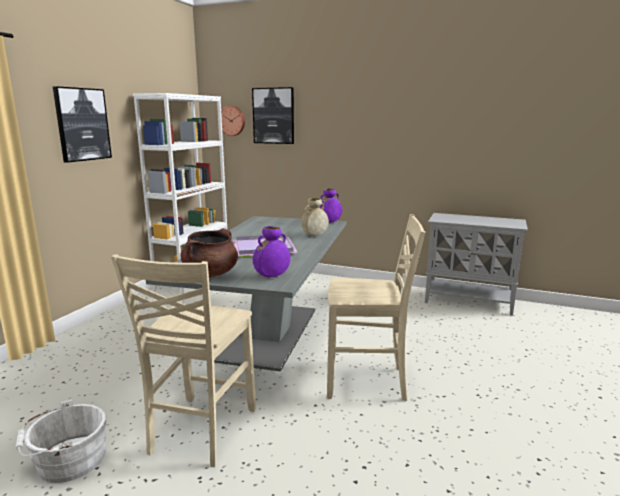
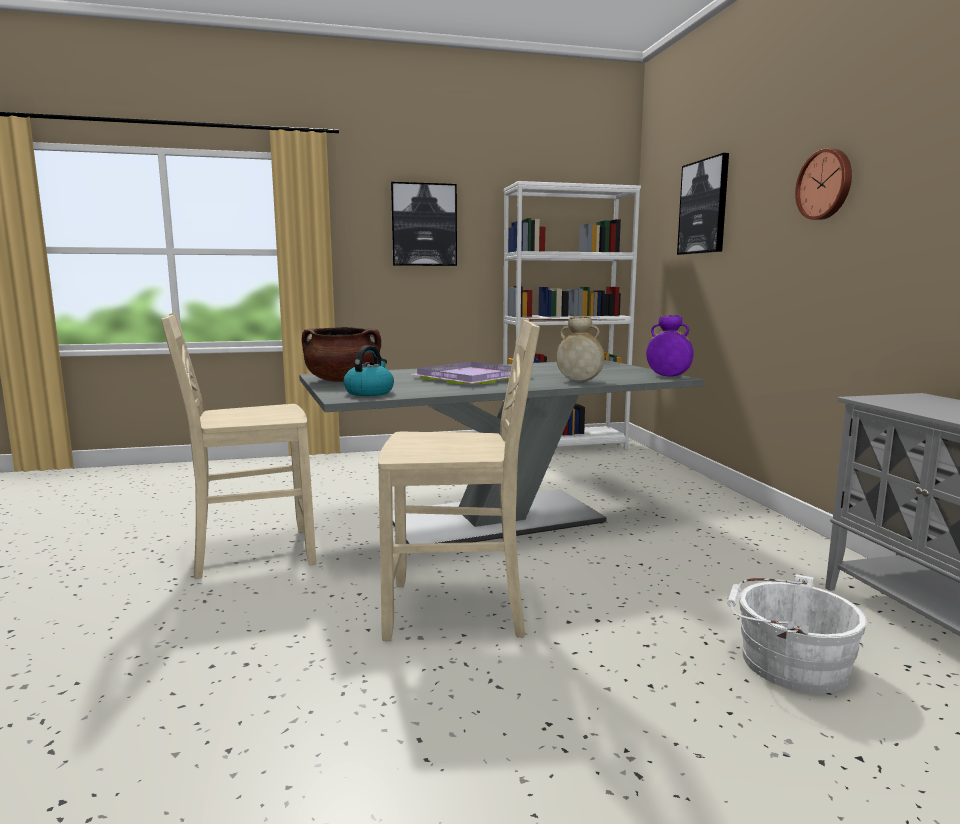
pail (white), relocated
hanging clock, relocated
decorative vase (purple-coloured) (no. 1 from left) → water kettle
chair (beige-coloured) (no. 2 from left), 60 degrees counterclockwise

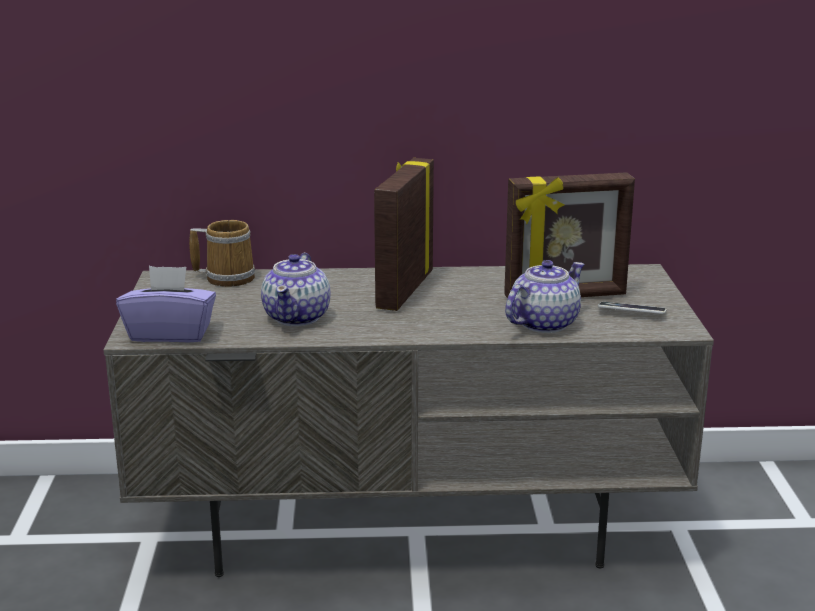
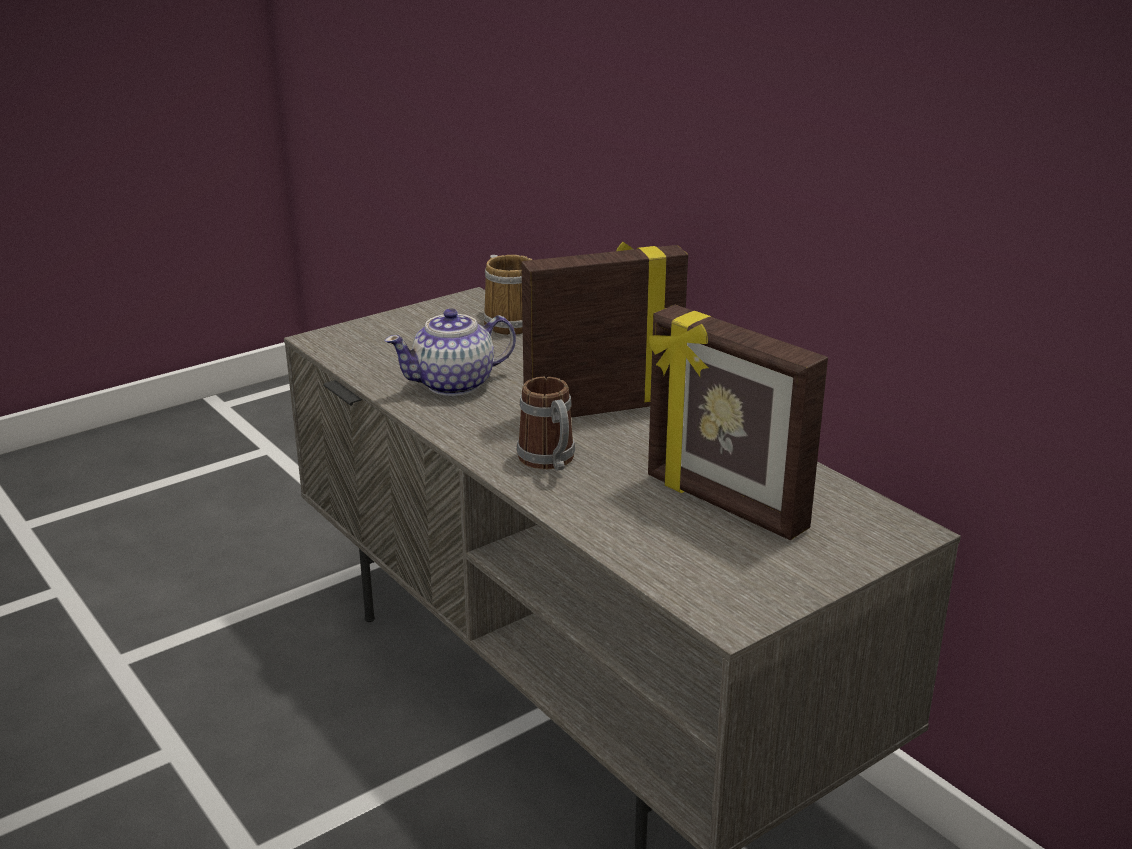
tissue box (purple-coloured) → -
pot for tea (no. 2 from left) → -
phone → -
- → tea mug (no. 2 from left)

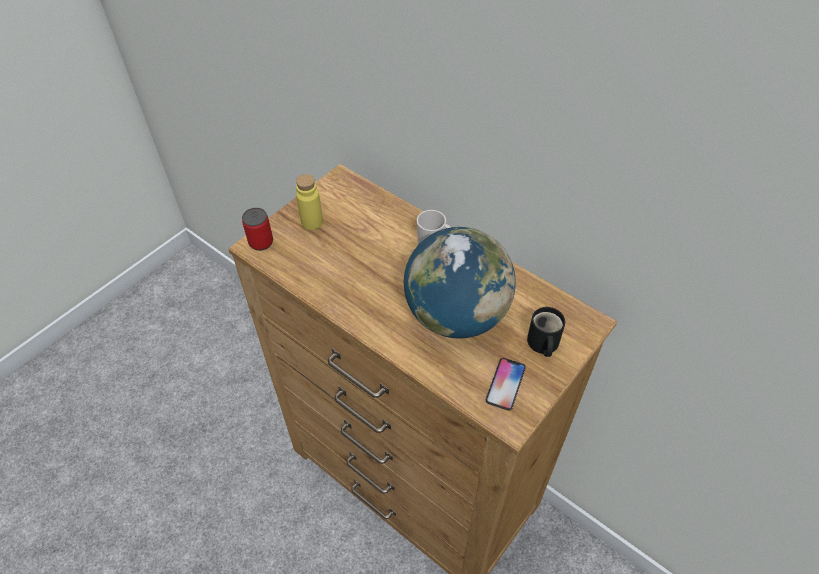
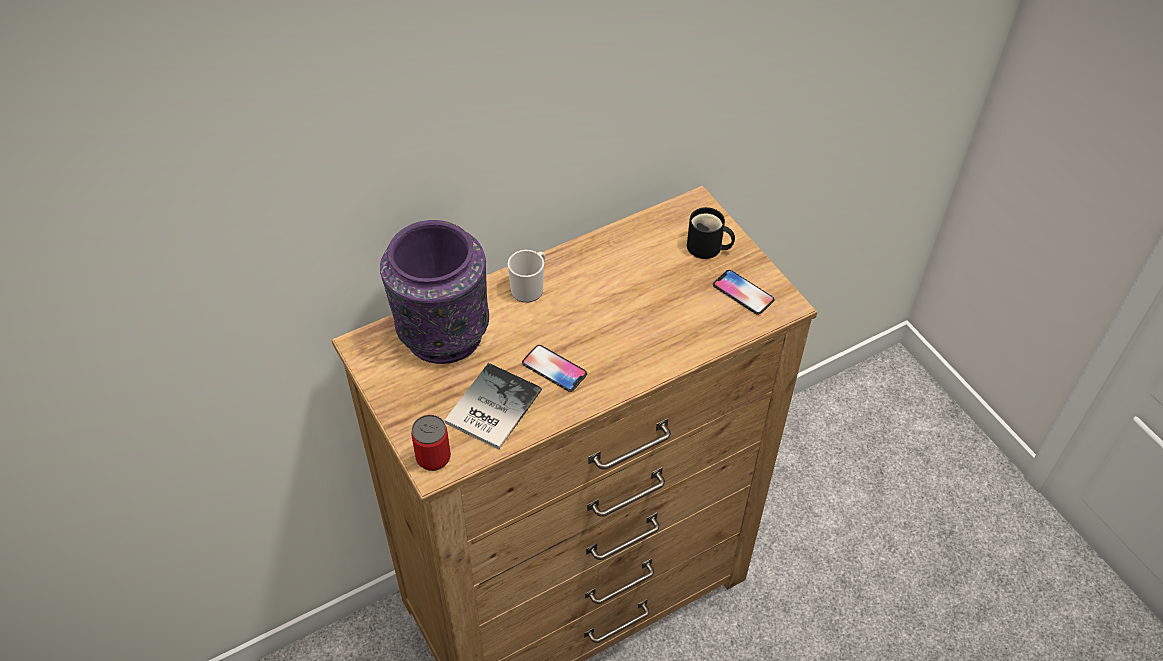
bottle (yellowish) → -
globe → -
- → decorative vase (purple-coloured)
- → bound book
- → phone (no. 1 from left)

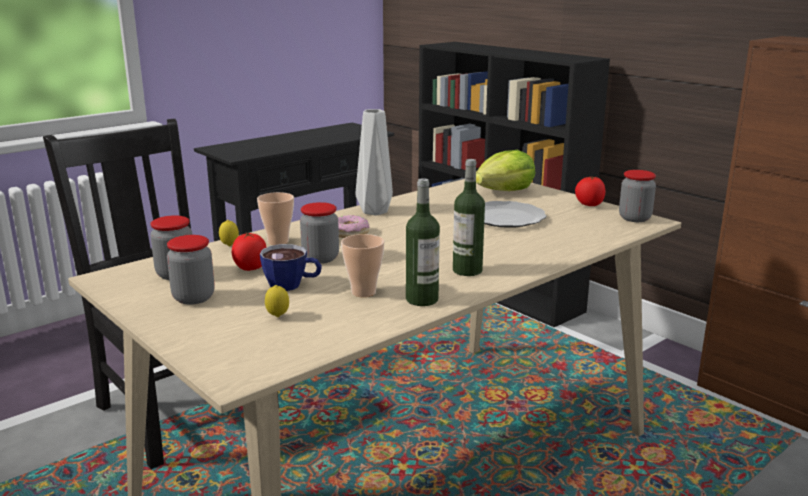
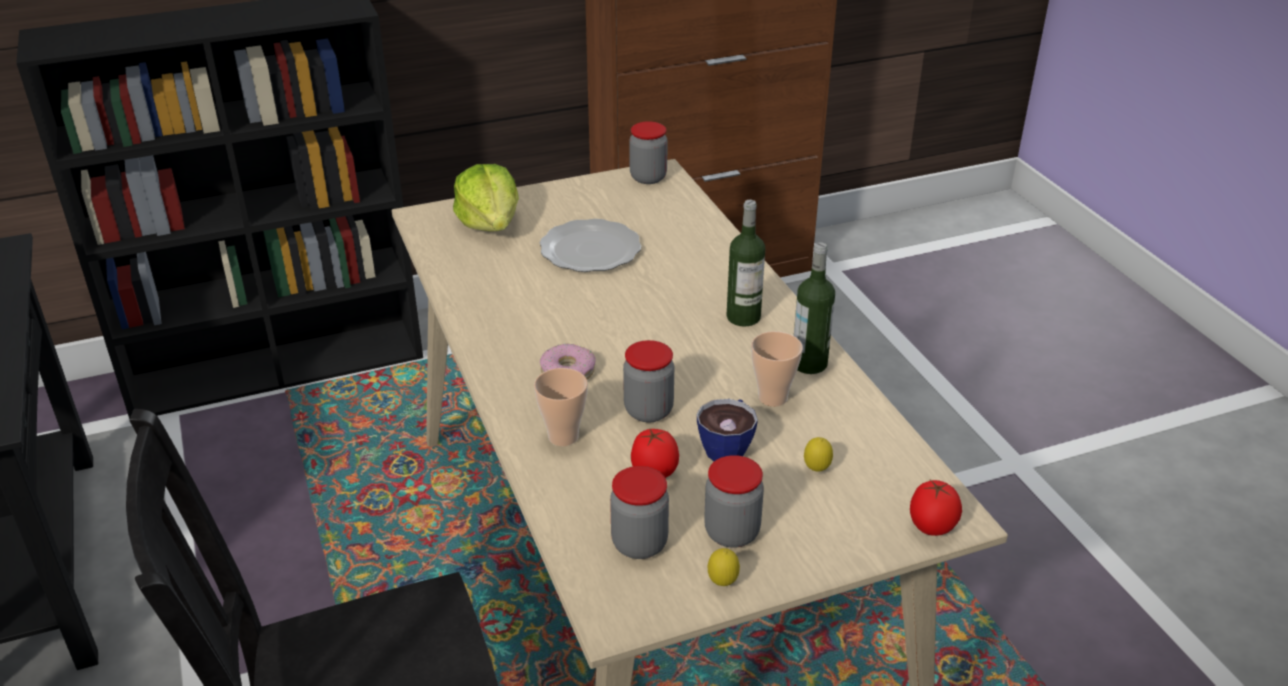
decorative vase (greyish) → -
citrus fruit (no. 1 from left), relocated
whole tomato (no. 2 from left), relocated

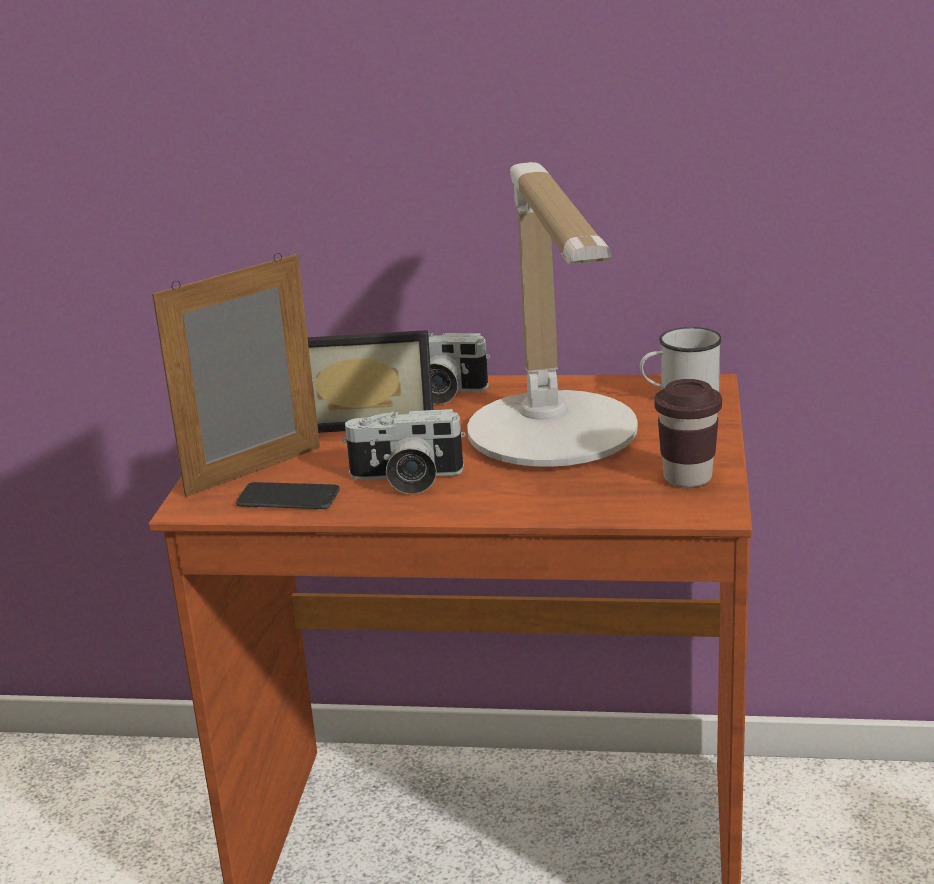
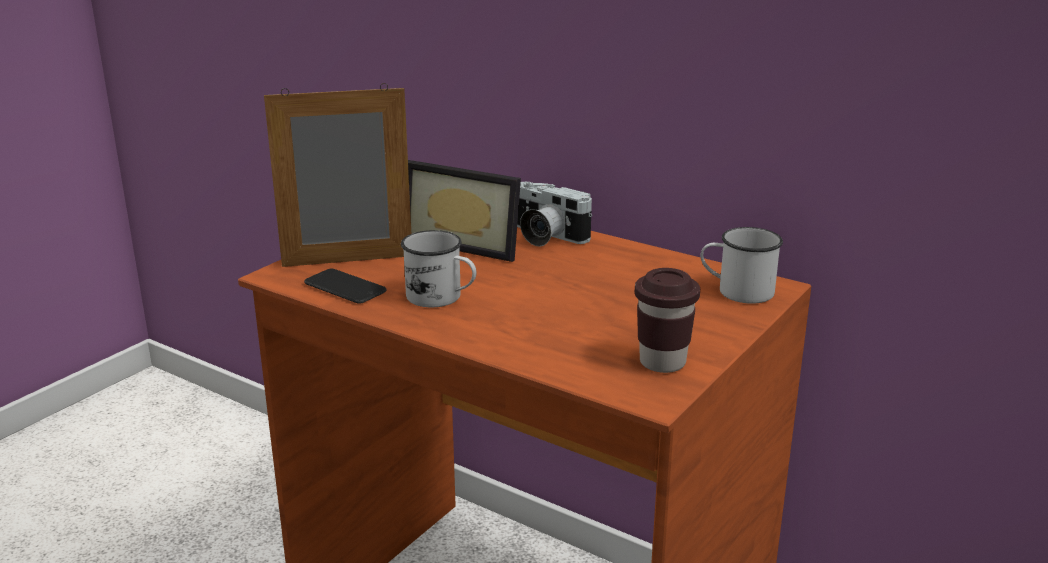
tabletop lamp → -
photo camera (no. 1 from left) → tea mug (white) (no. 1 from left)

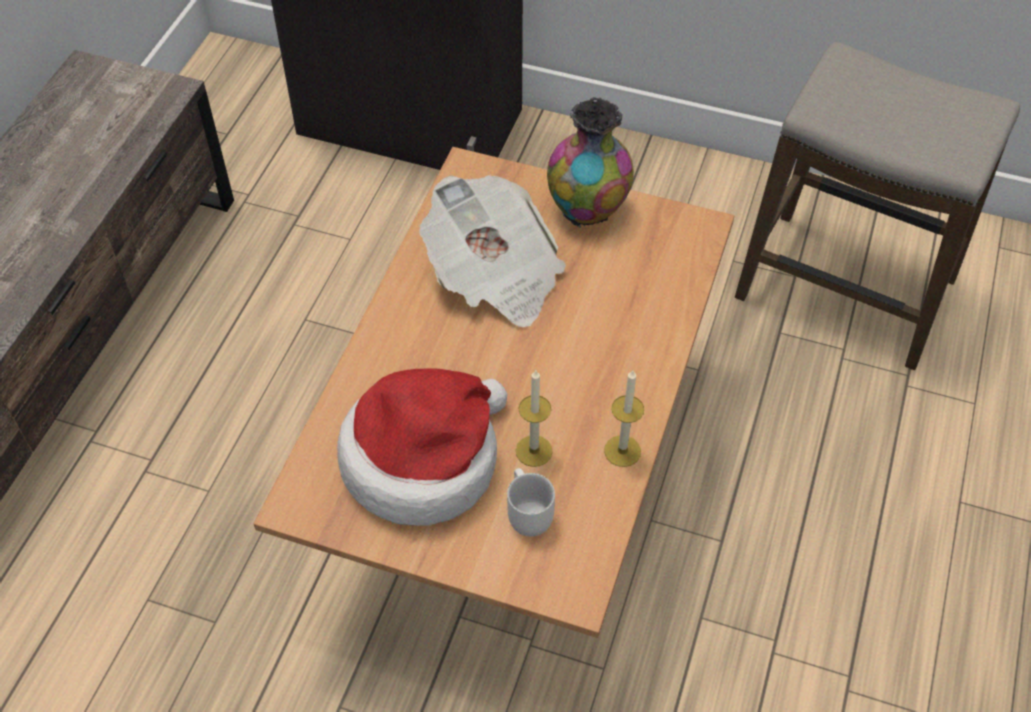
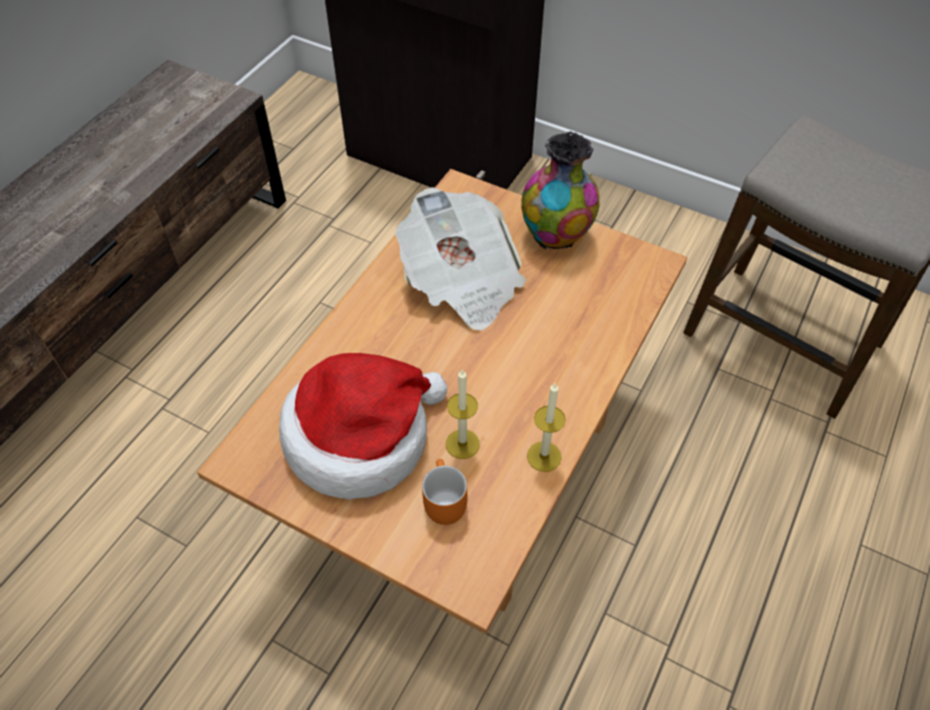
tea mug (white) → tea mug (orange)

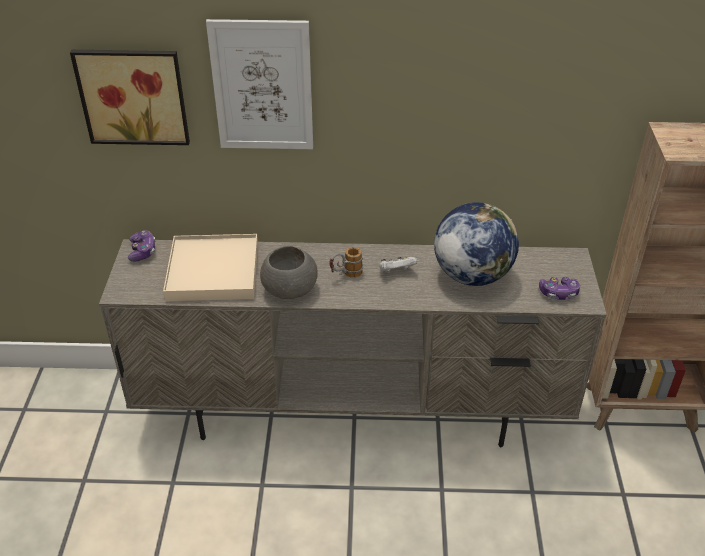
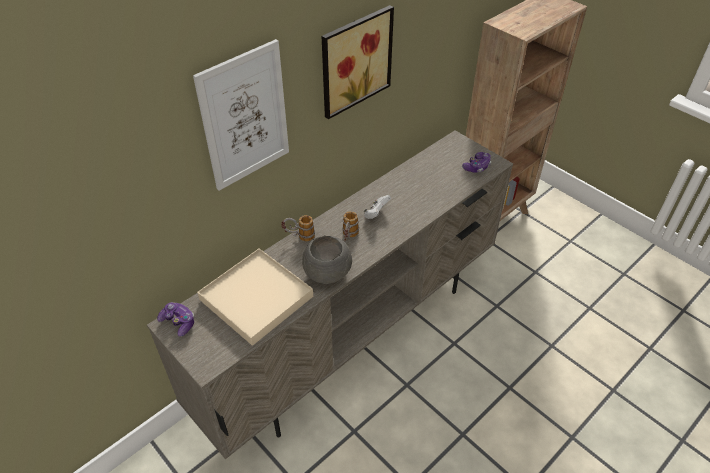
globe → -
- → tea mug (no. 1 from left)
wall art (no. 1 from left in the first image) → wall art (no. 2 from left), relocated

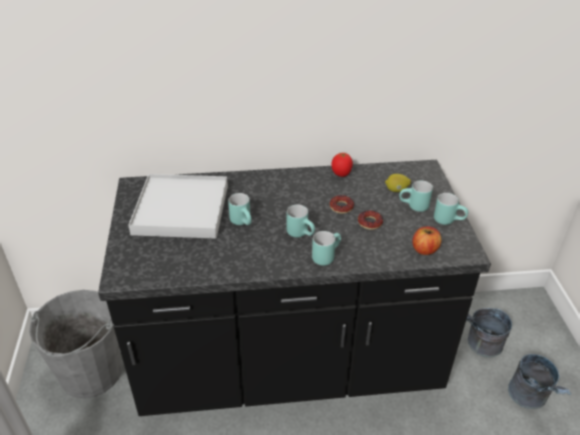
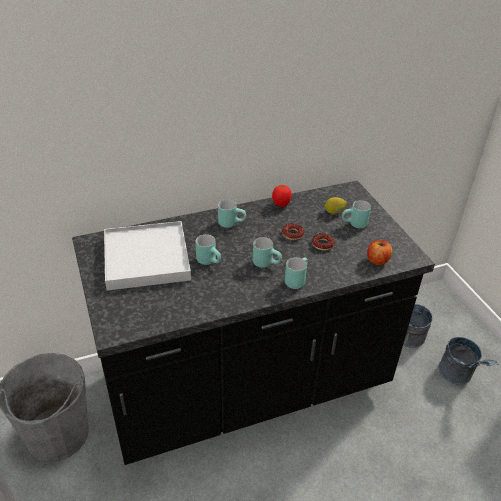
tea mug (turquoise) (no. 5 from left in the first image) → tea mug (turquoise) (no. 2 from left), relocated

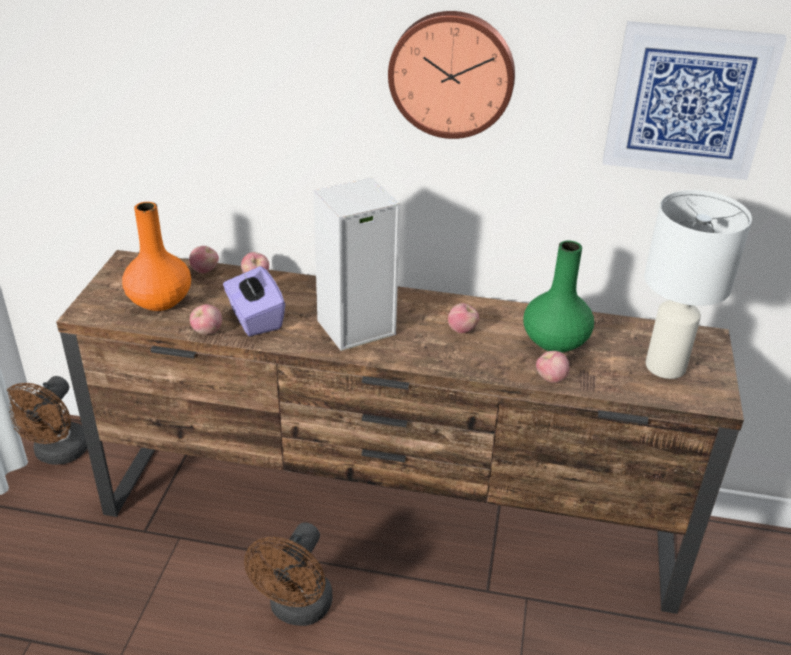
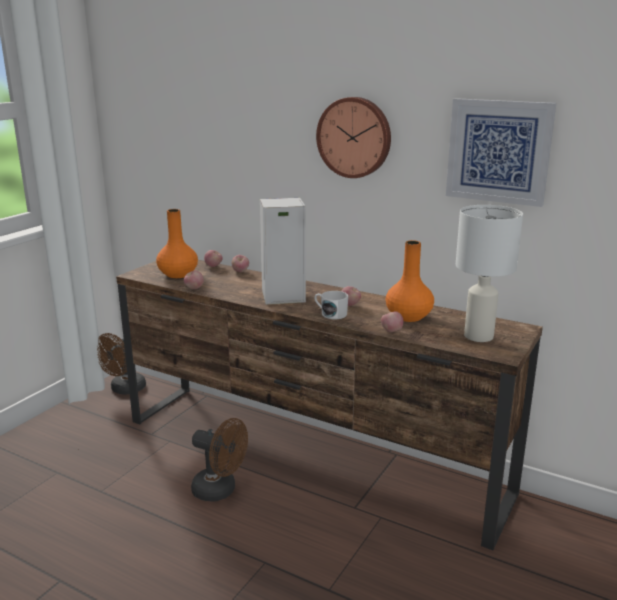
tissue box (purple-coloured) → -
- → tea mug (white)
decorative vase (green) → decorative vase (orange) (no. 2 from left)
fan (brown-coloured) (no. 2 from left), 105 degrees counterclockwise

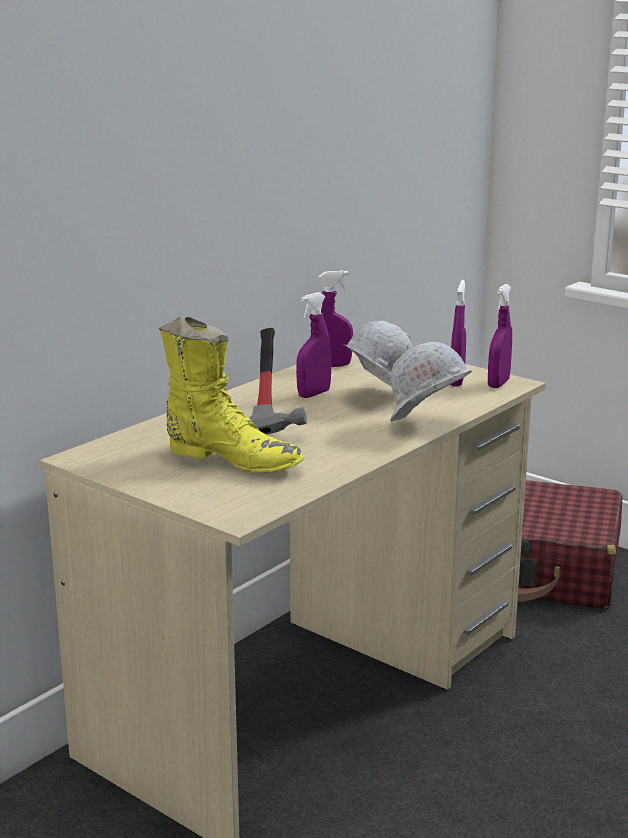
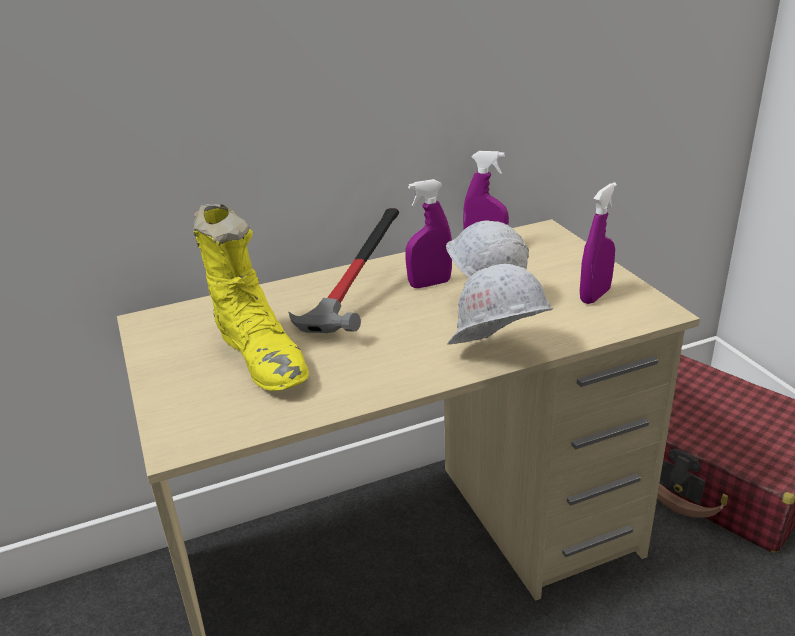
sprayer (purple-coloured) (no. 4 from left) → -

